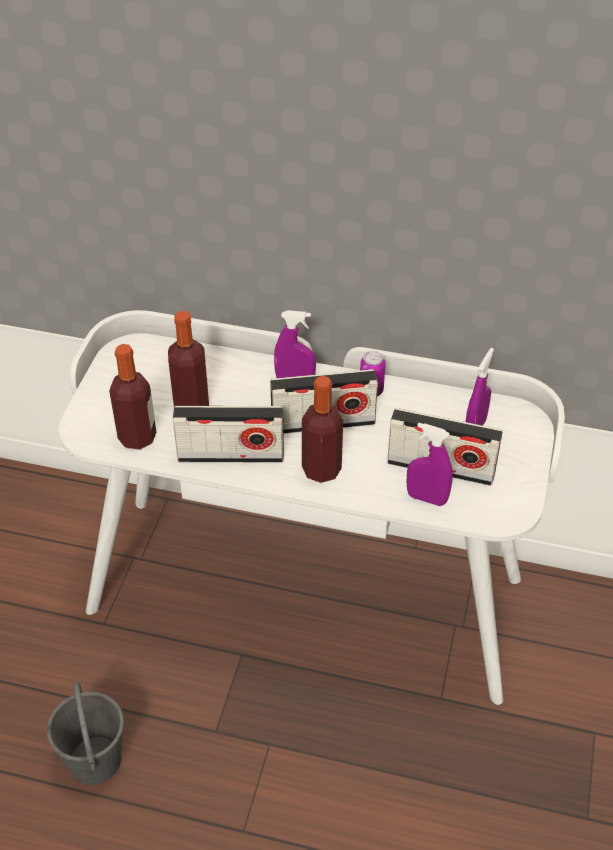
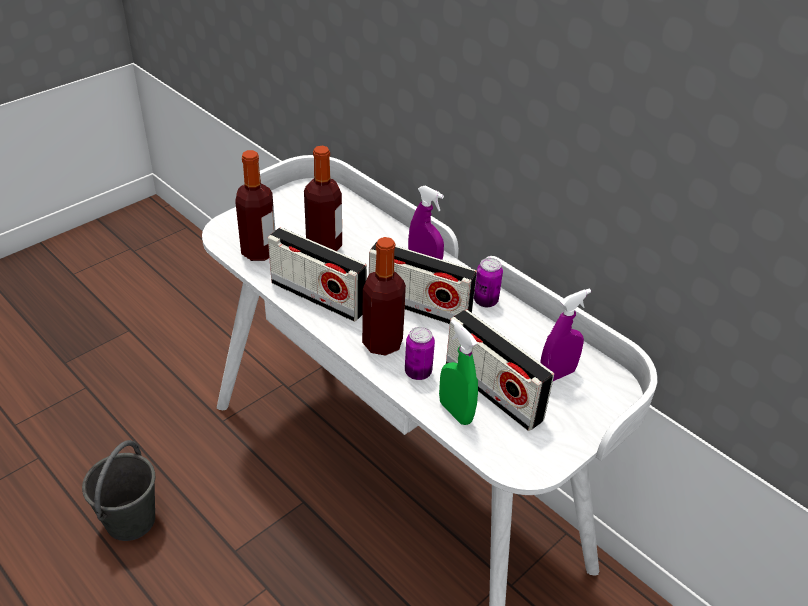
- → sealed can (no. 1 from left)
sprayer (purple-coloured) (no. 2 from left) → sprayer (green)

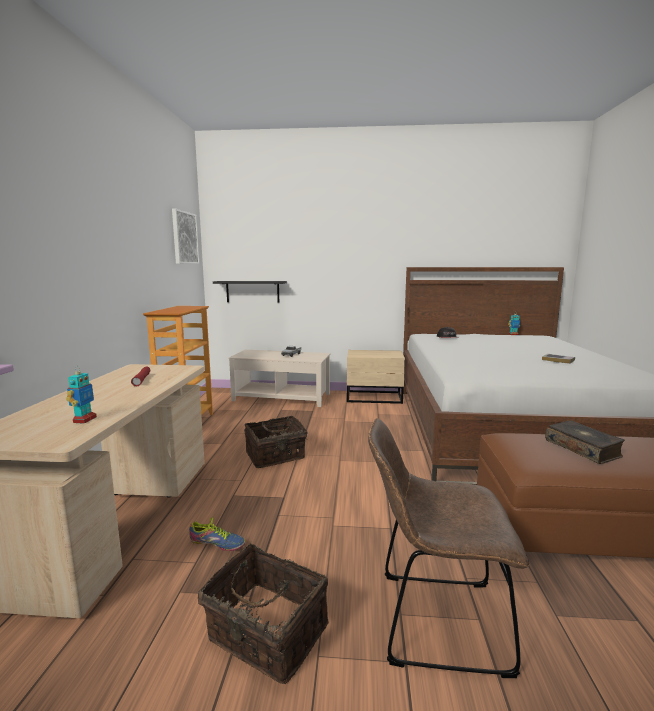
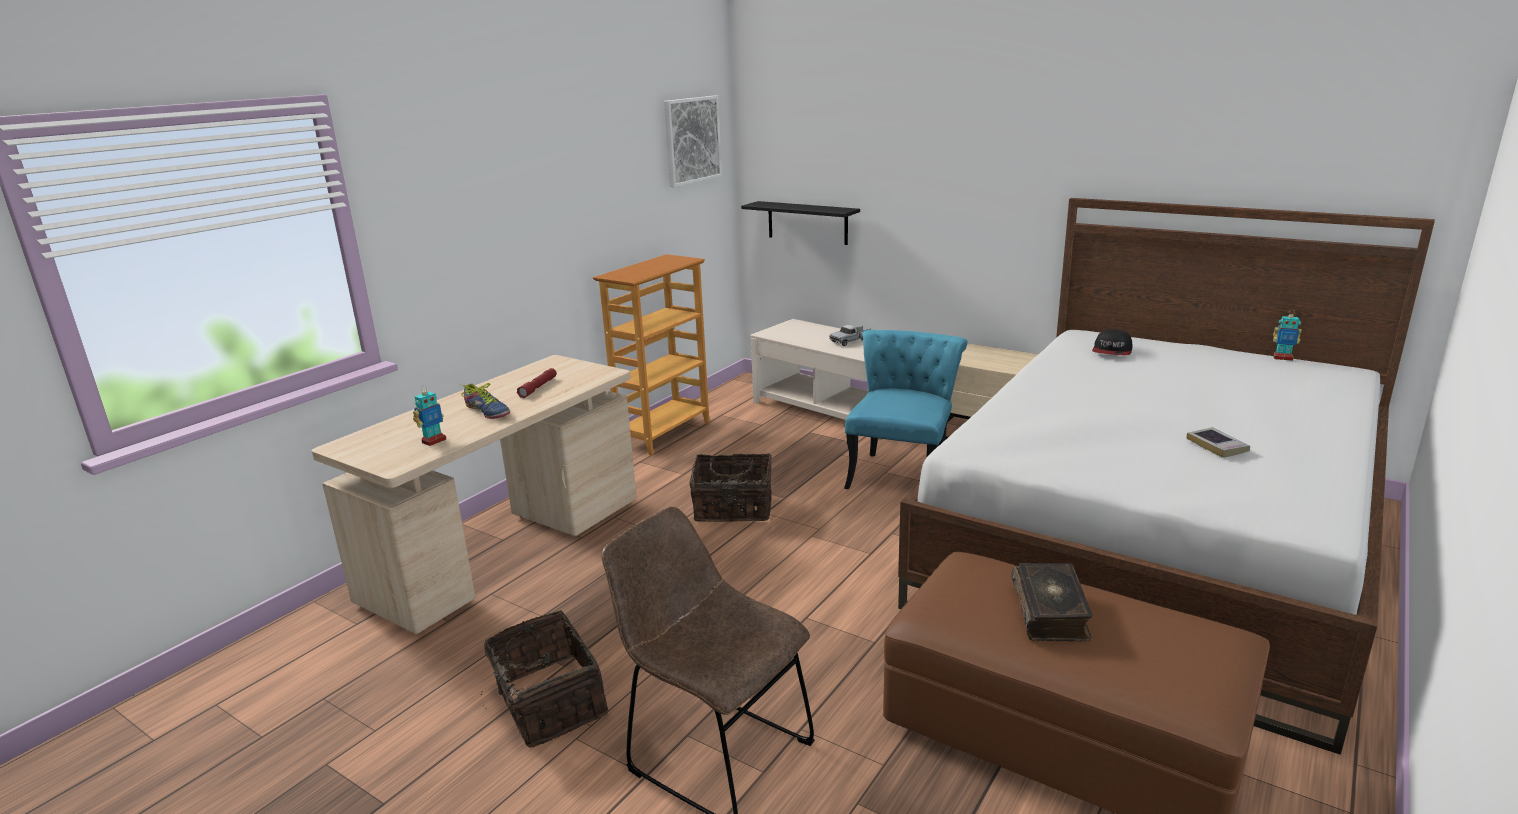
- → chair (turquoise)
item of footwear, relocated

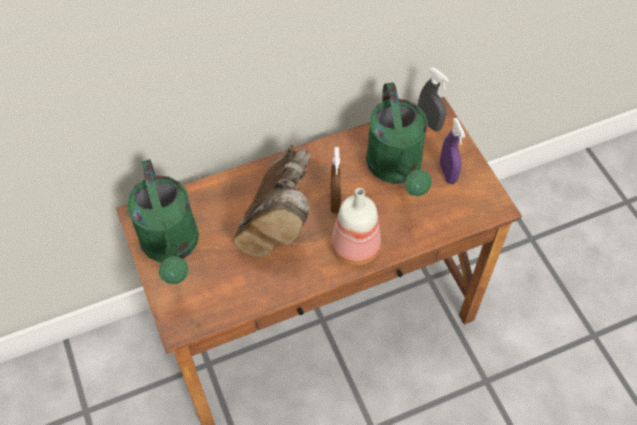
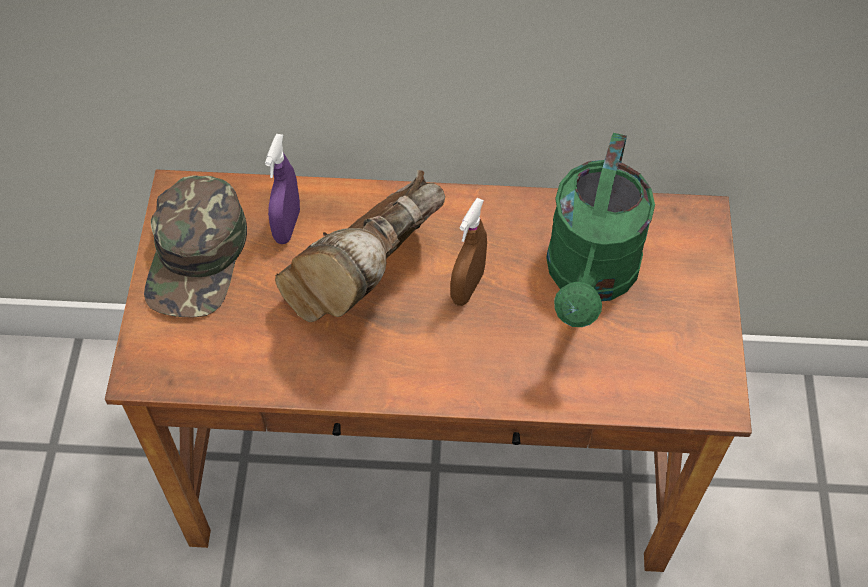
bottle → -
sprayer (greyish) → -
sprayer (purple-coloured), relocated
watering can (green) (no. 1 from left) → baseball cap (green)

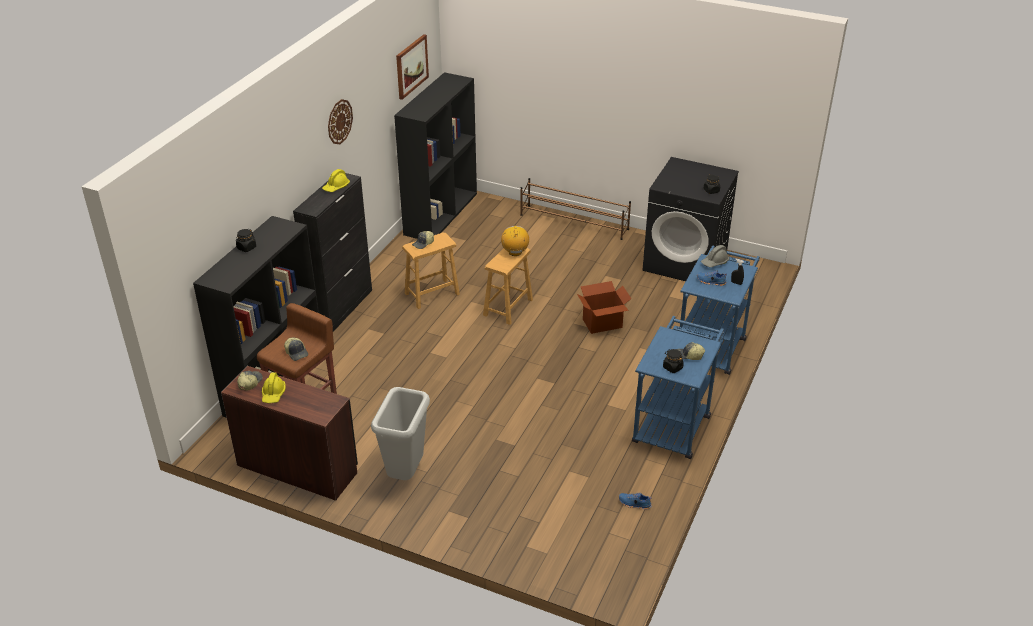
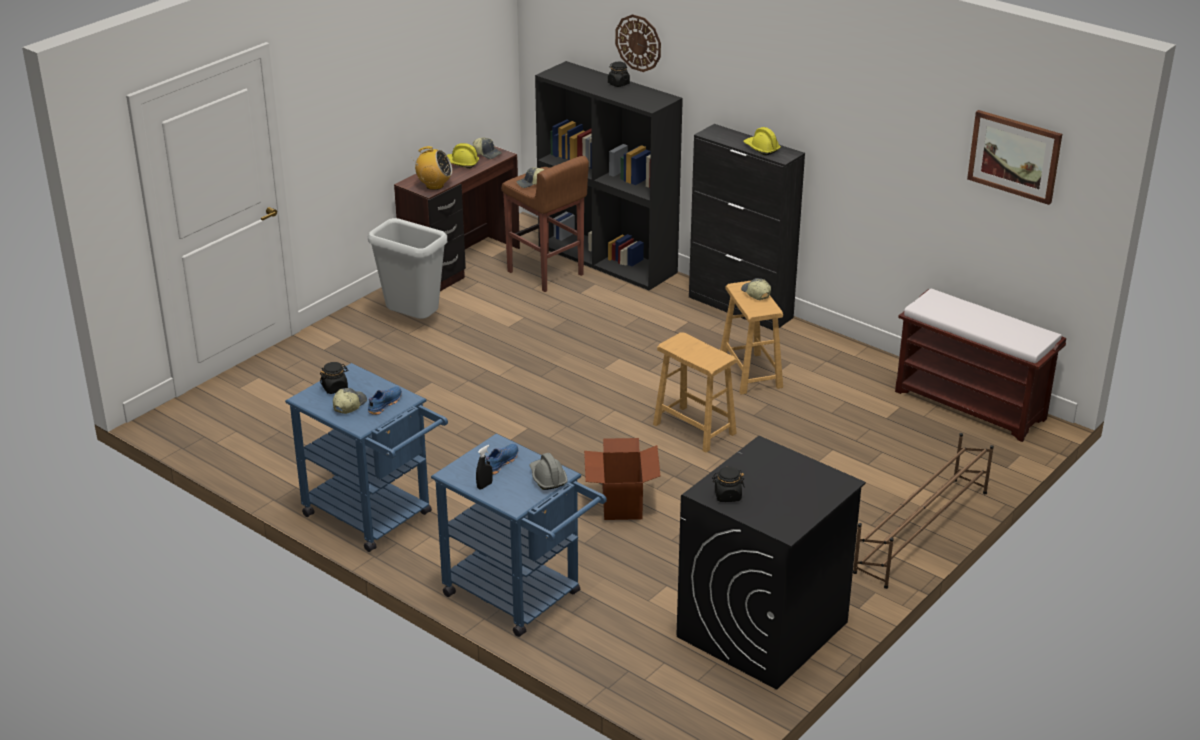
hanging clock, relocated
radio, relocated
item of footwear (bluish) (no. 1 from left), relocated
shelving unit (black) (no. 2 from left) → long seat (brown-coloured)

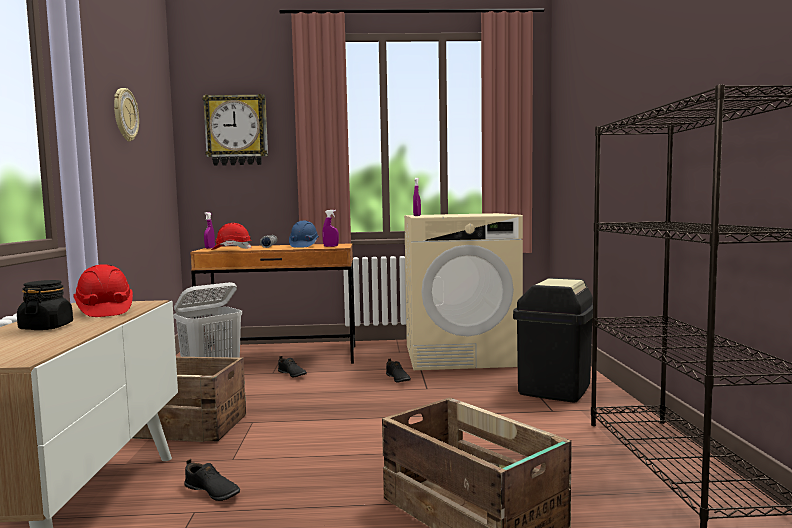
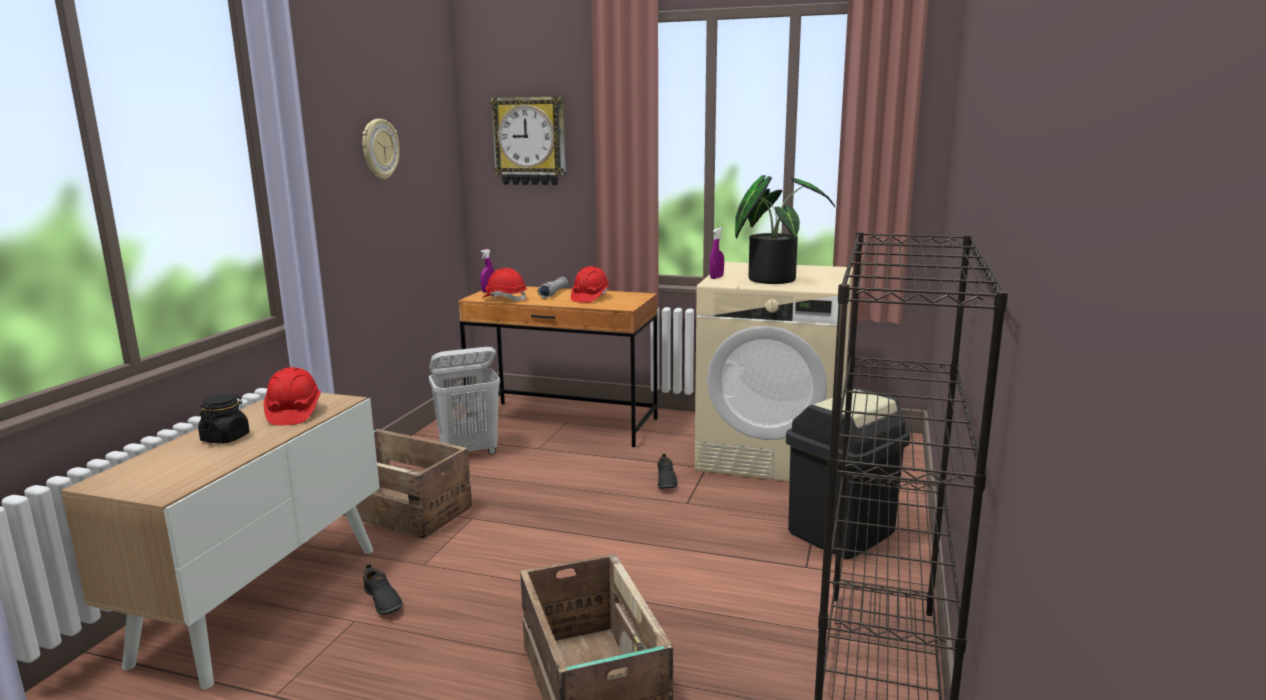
item of footwear (black) (no. 2 from left) → -
sprayer (purple-coloured) (no. 2 from left) → -
- → houseplant
work helmet (bluish) → work helmet (reddish) (no. 3 from left)

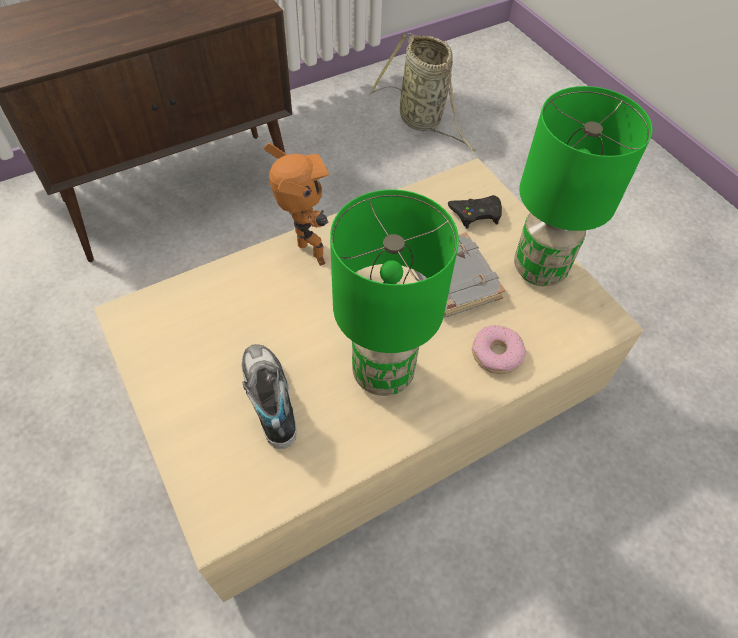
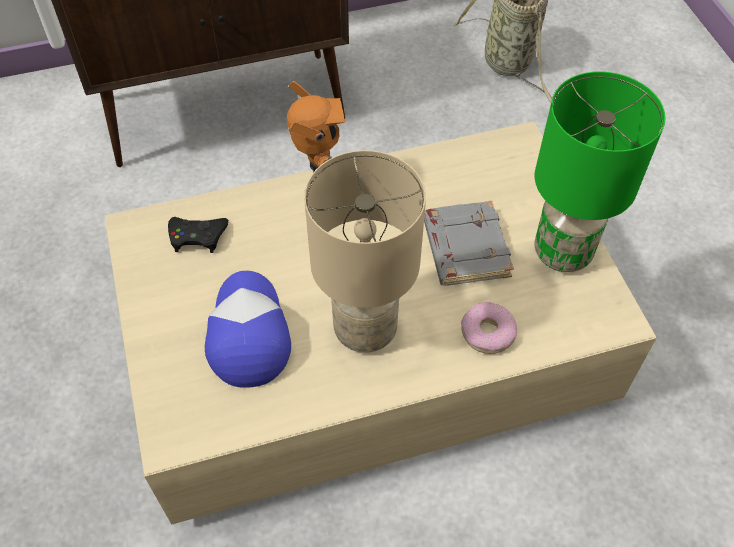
game controller (black), relocated
item of footwear → baseball cap
tabletop lamp (green) (no. 1 from left) → tabletop lamp (beige-coloured)

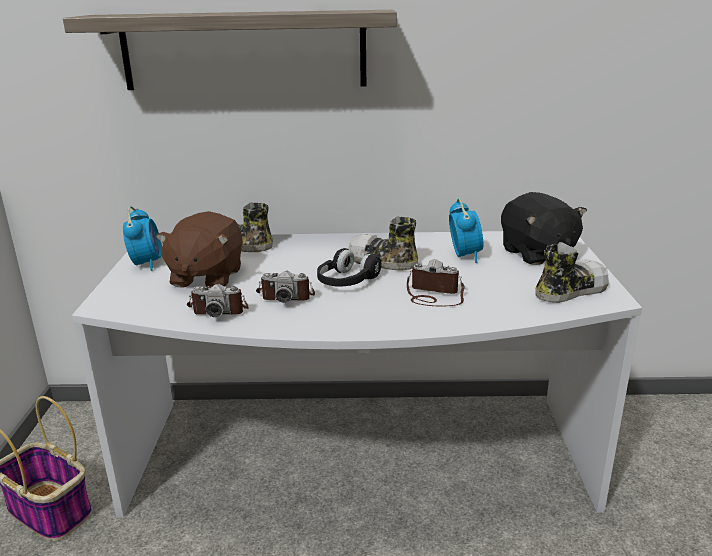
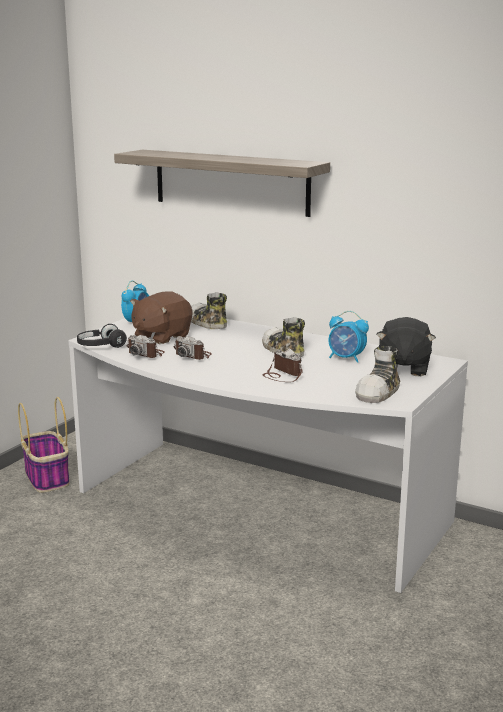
pair of headphones (black), relocated
table clock (no. 2 from left), 90 degrees clockwise
item of footwear (no. 3 from left), 120 degrees clockwise

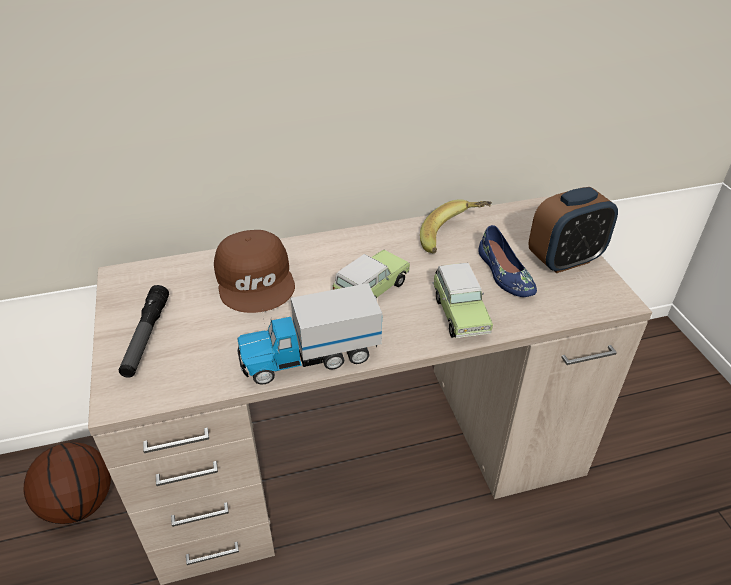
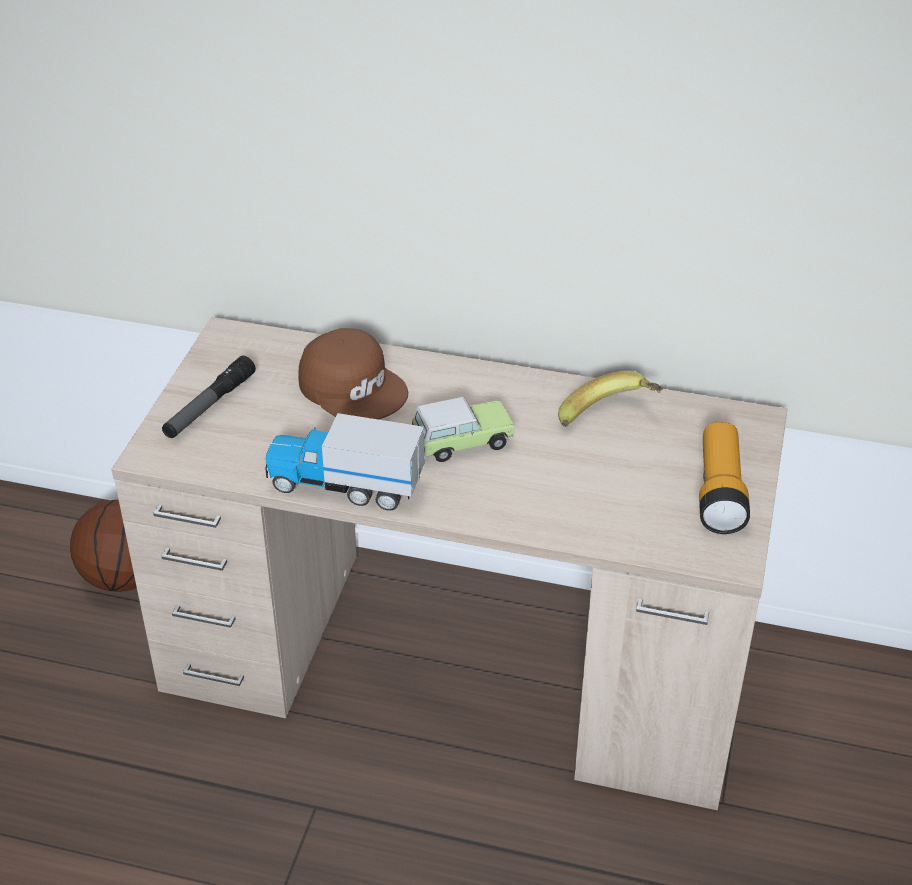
miniature car (no. 2 from left) → -
item of footwear (bluish) → -
table clock → flashlight (no. 2 from left)
baseball cap (brown-coloured), 60 degrees counterclockwise

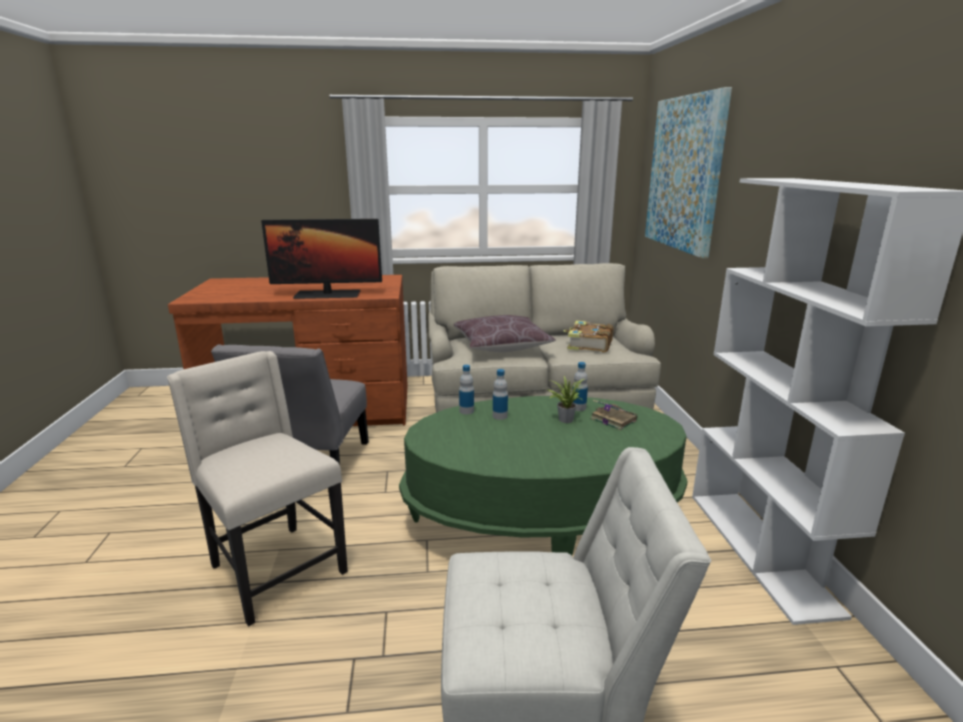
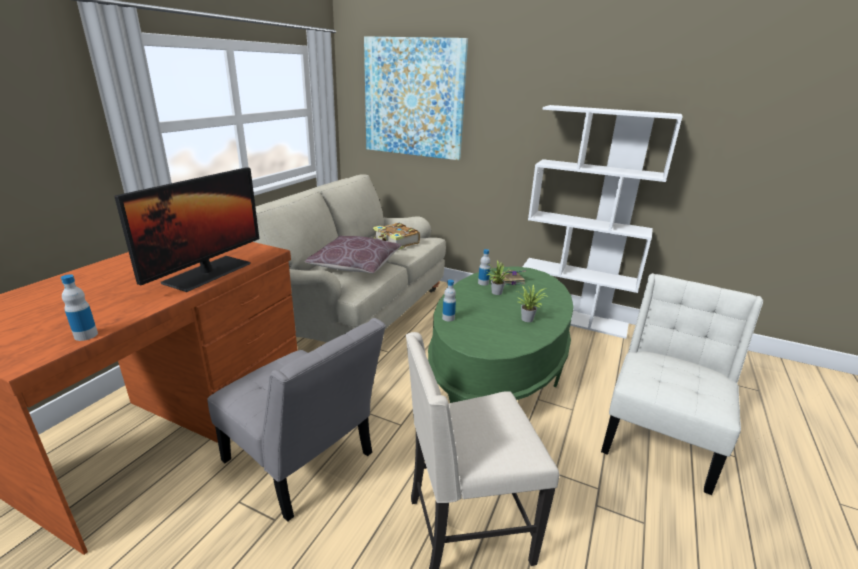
- → houseplant (no. 2 from left)
bottle (no. 2 from left in the first image) → bottle (no. 1 from left), relocated

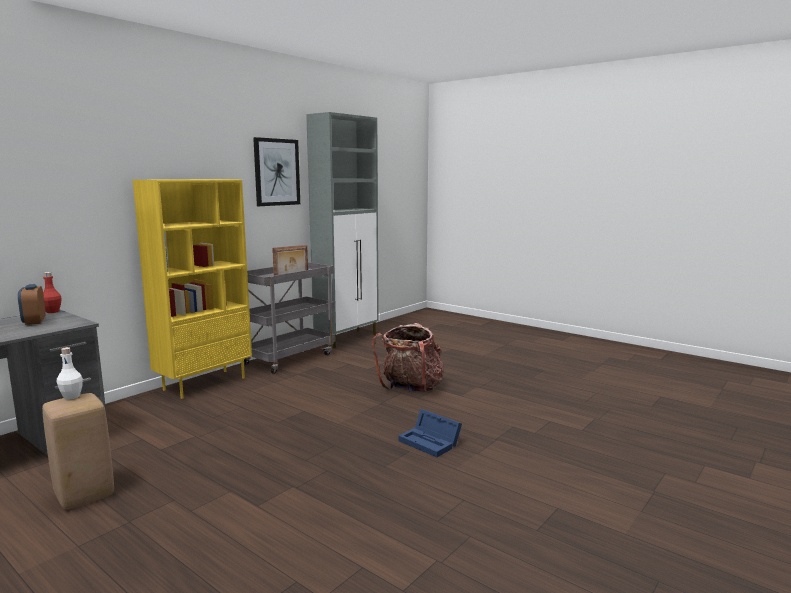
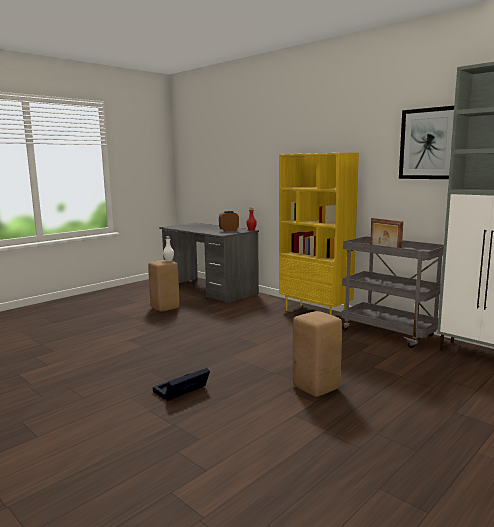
rucksack → stool seat (beige-coloured) (no. 2 from left)
storage container (bluish) → storage container (black)

